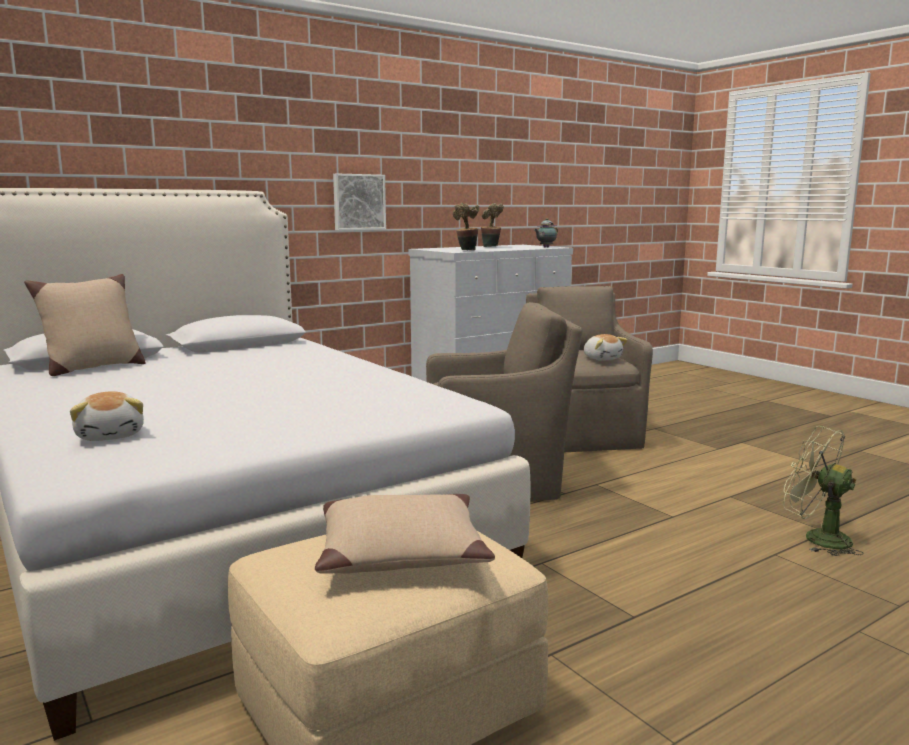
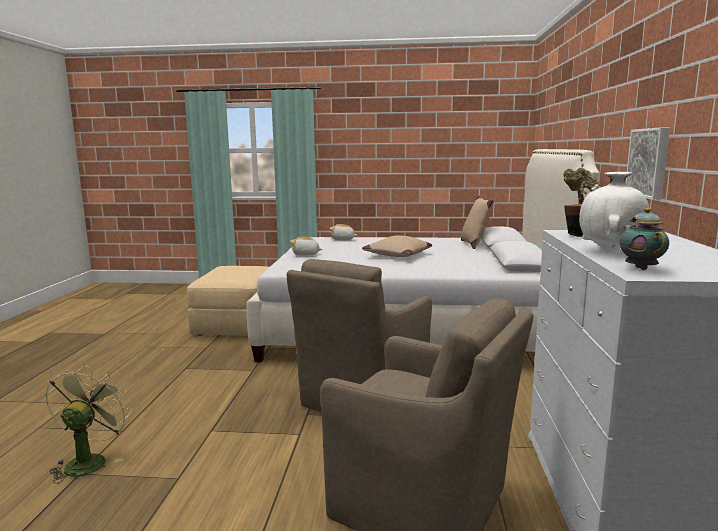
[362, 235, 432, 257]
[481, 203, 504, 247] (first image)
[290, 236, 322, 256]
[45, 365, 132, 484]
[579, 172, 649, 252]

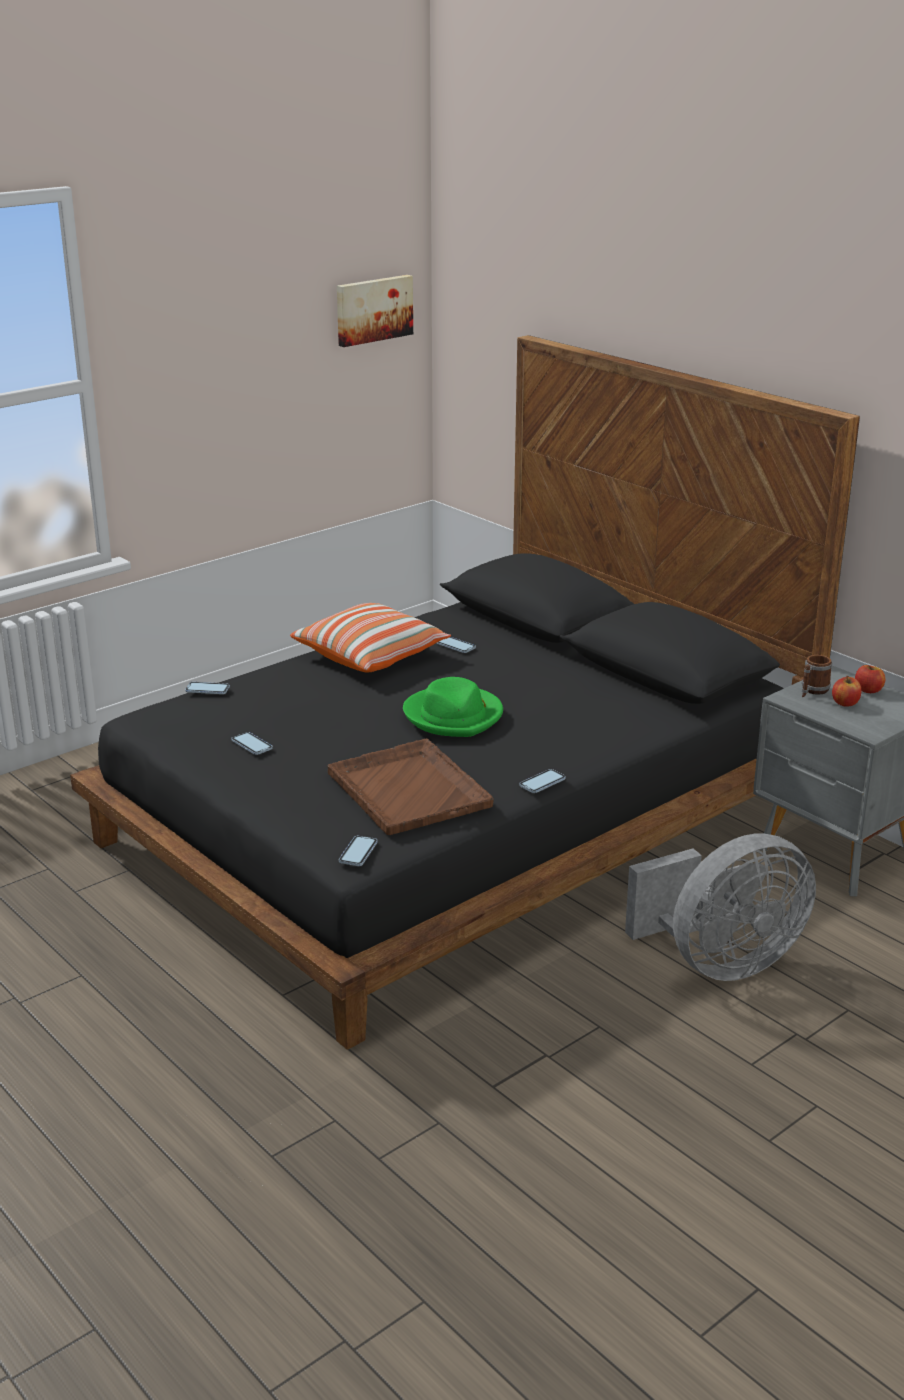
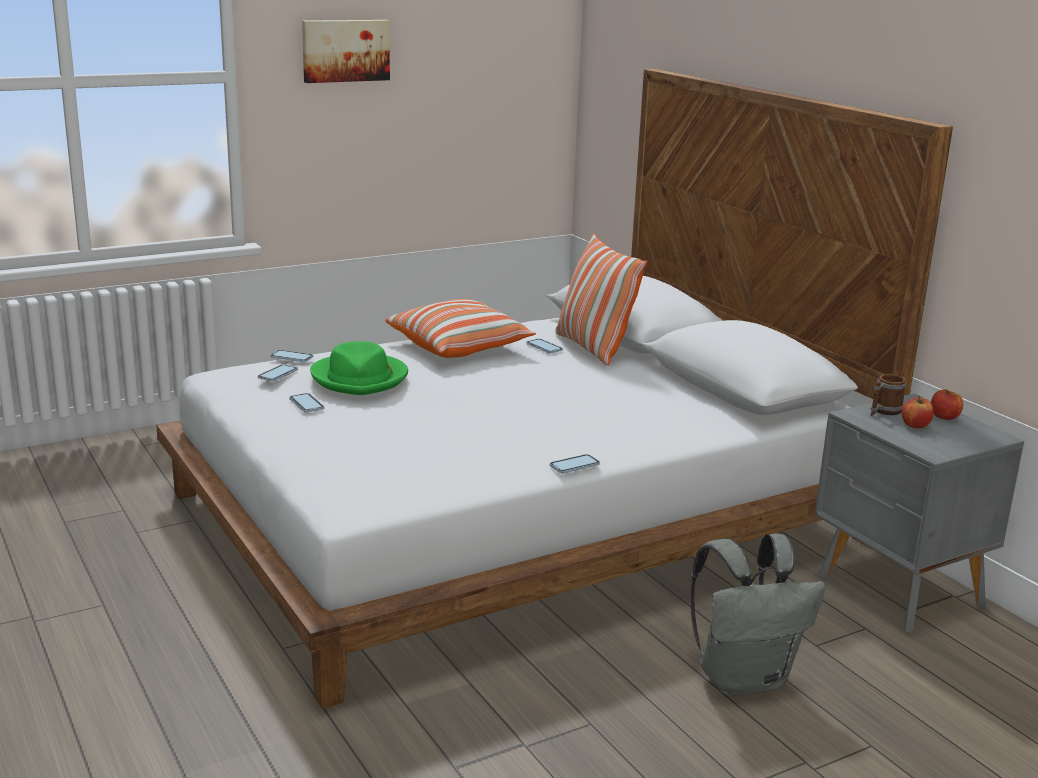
[156, 69, 953, 709]
[327, 739, 494, 835] (first image)
[302, 20, 390, 83]
[258, 364, 298, 381]
[310, 341, 408, 395]
[691, 533, 825, 696]
[556, 233, 647, 366]

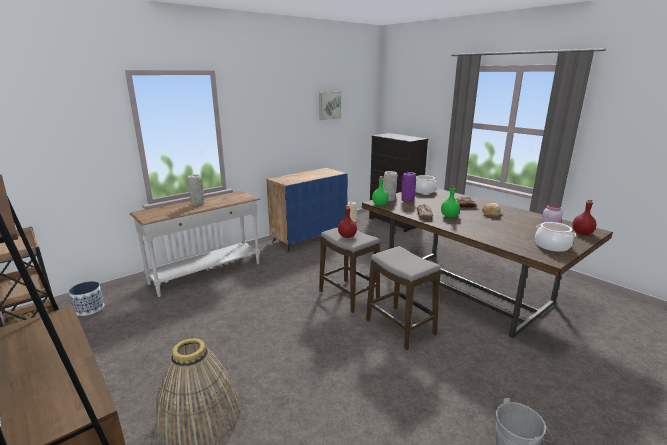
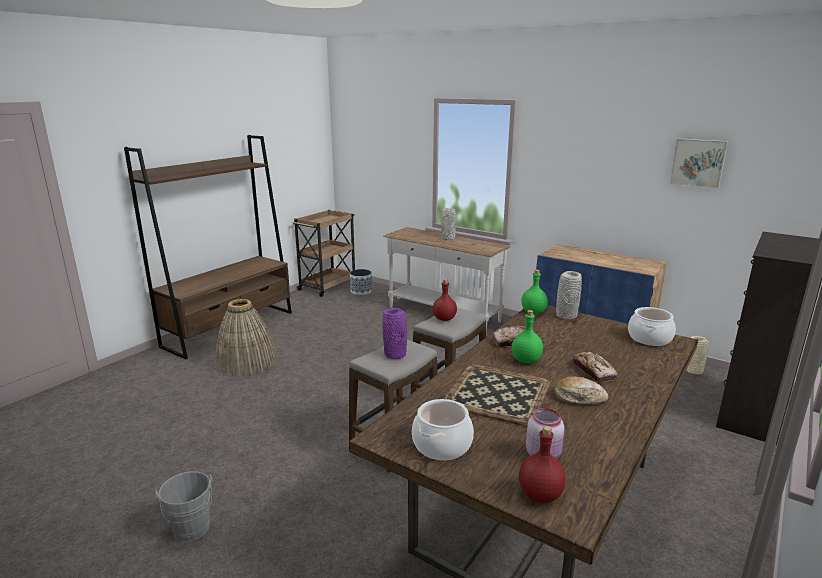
[383, 308, 407, 359]
[444, 364, 550, 426]

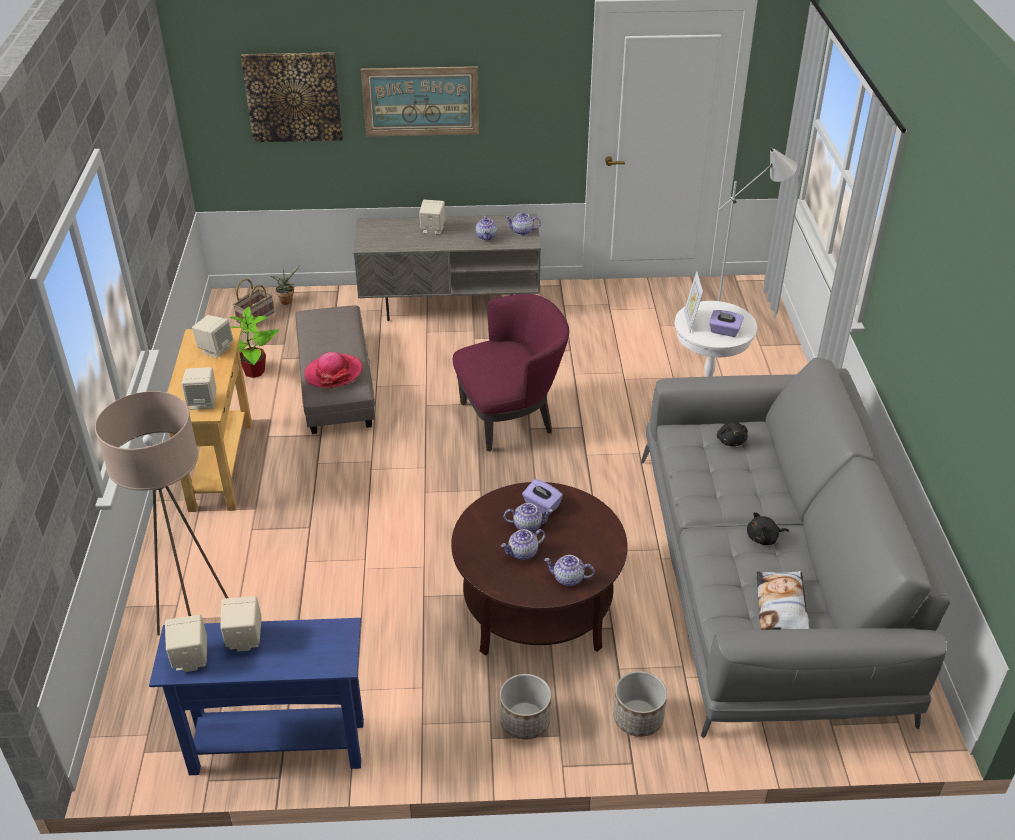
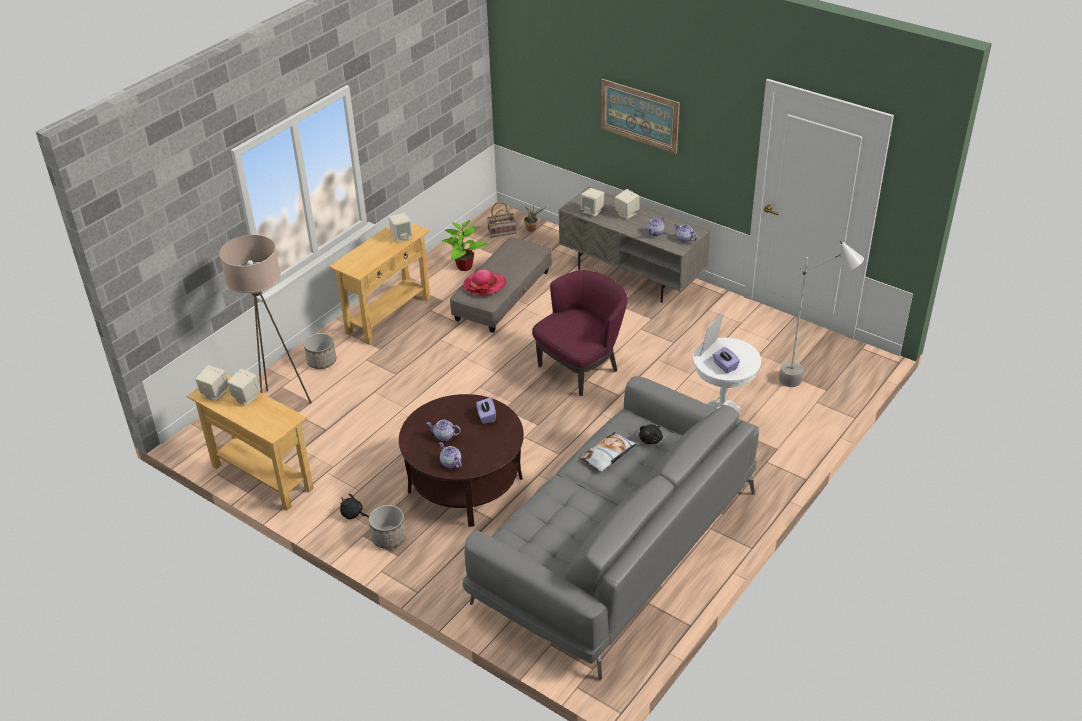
[187, 374, 314, 511]
[580, 188, 604, 217]
[241, 53, 343, 142] (first image)
[532, 270, 628, 396]
[504, 503, 553, 532] (first image)
[304, 333, 336, 369]
[340, 494, 369, 520]
[579, 432, 637, 472]

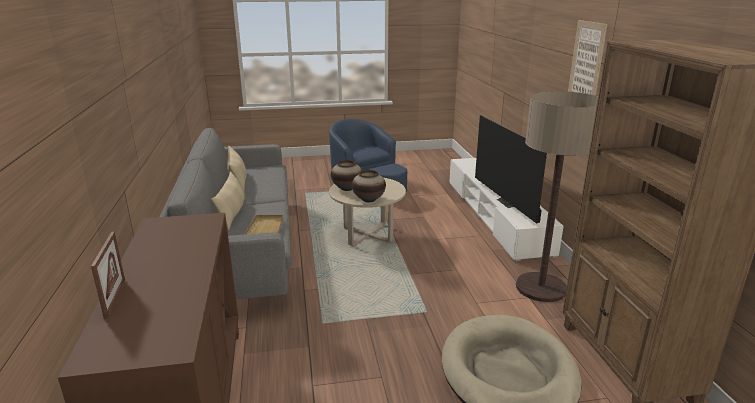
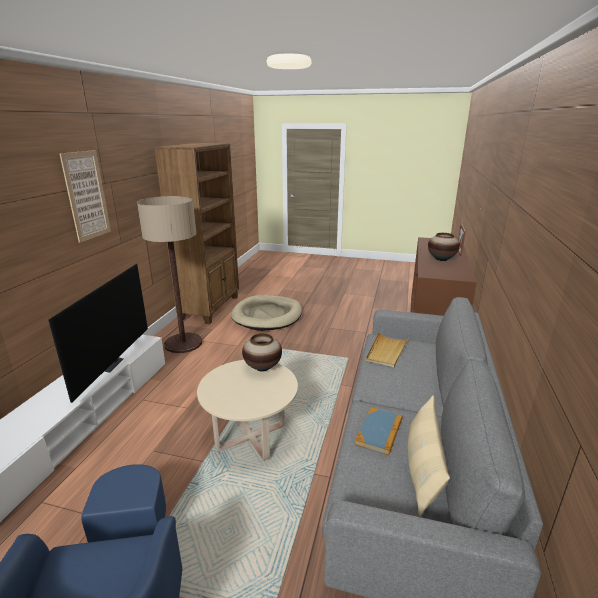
[211, 171, 245, 230] (first image)
[428, 233, 460, 261]
[355, 407, 402, 456]

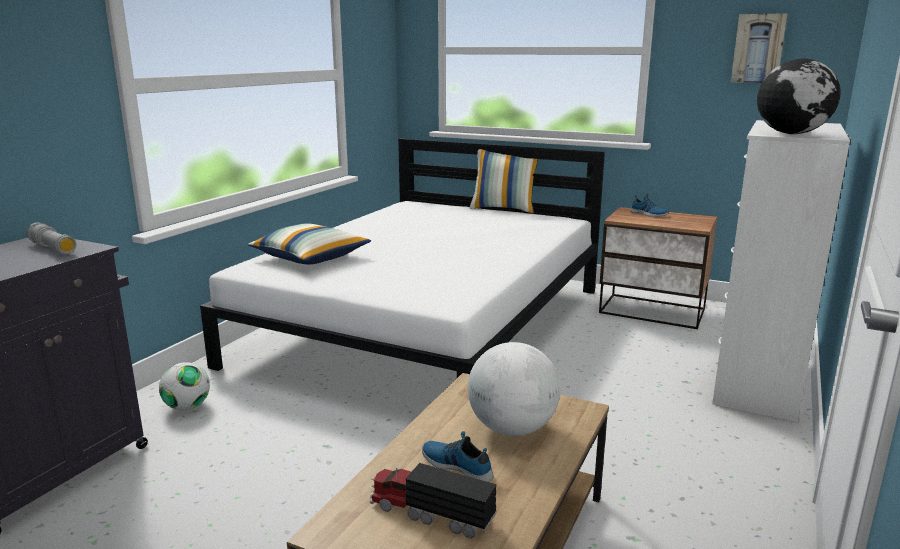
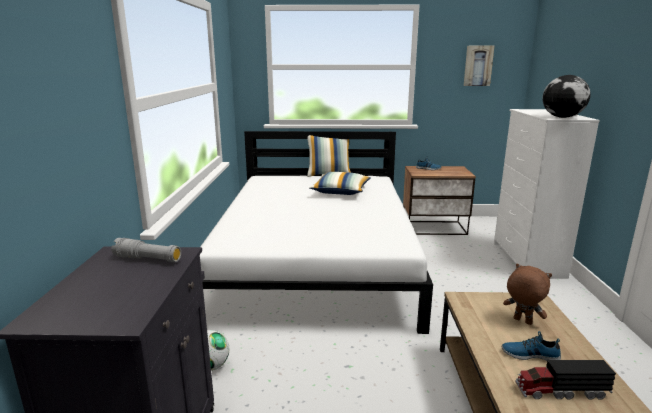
[309, 172, 370, 195]
[503, 264, 552, 325]

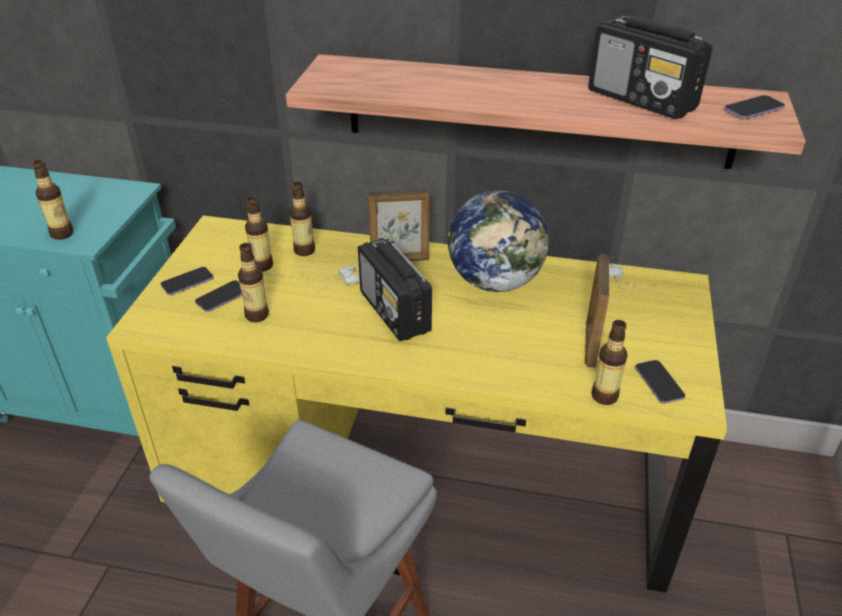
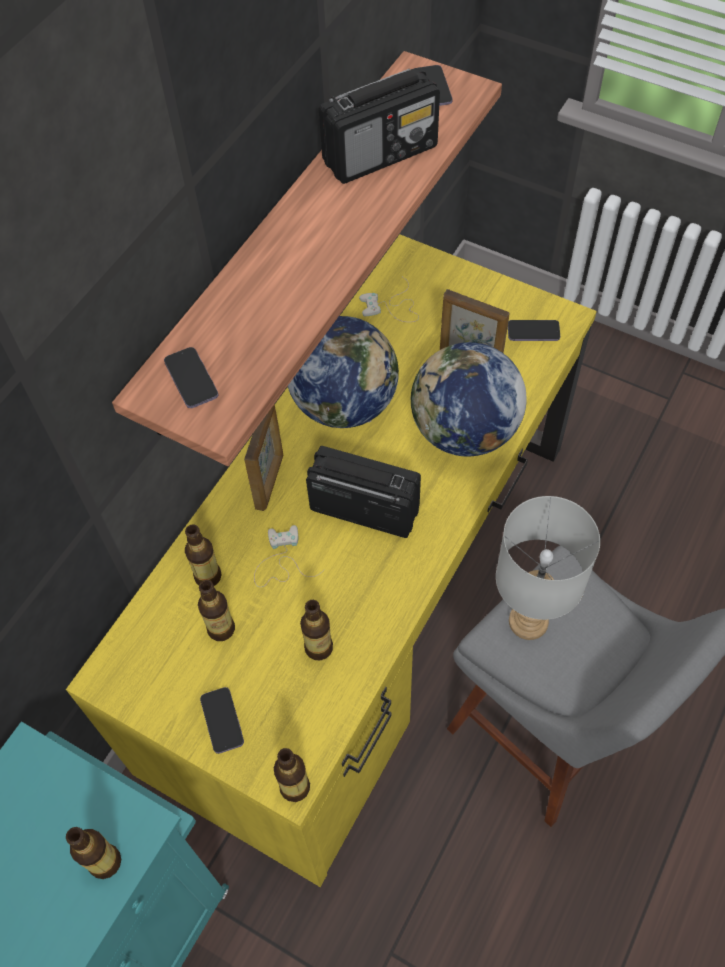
[164, 347, 218, 408]
[306, 446, 421, 538]
[274, 748, 310, 802]
[411, 342, 527, 457]
[496, 496, 600, 640]

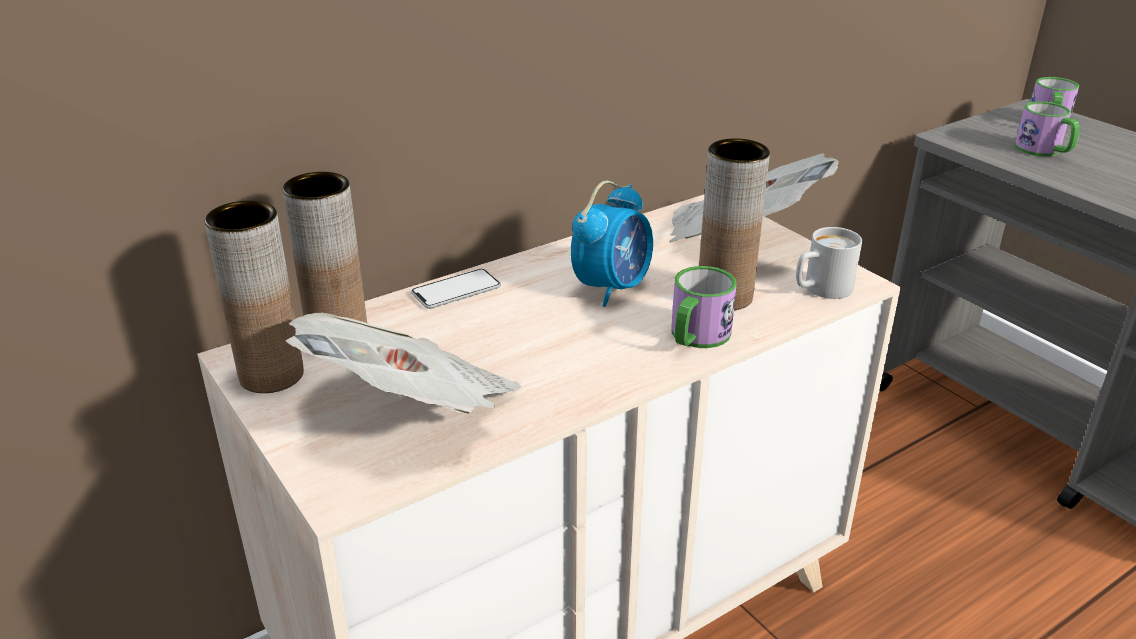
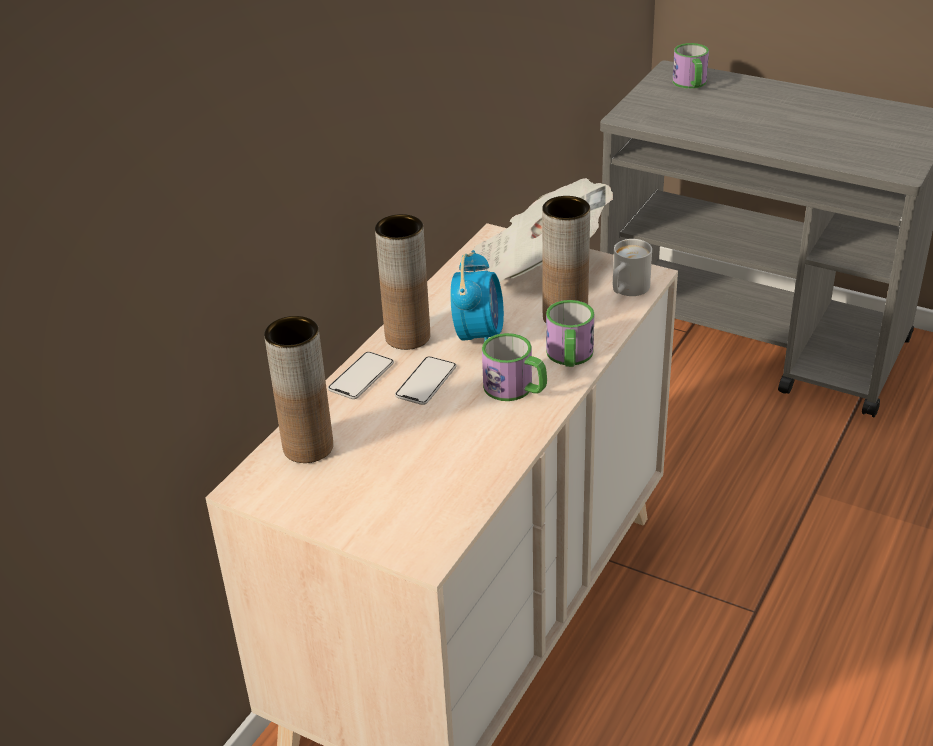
[375, 214, 430, 350]
[286, 312, 521, 413] (first image)
[482, 333, 547, 401]
[395, 356, 456, 405]

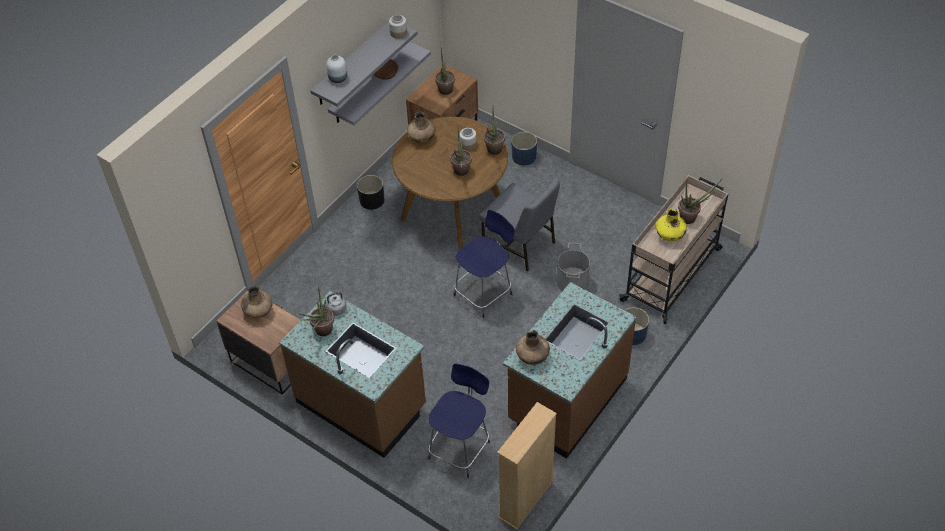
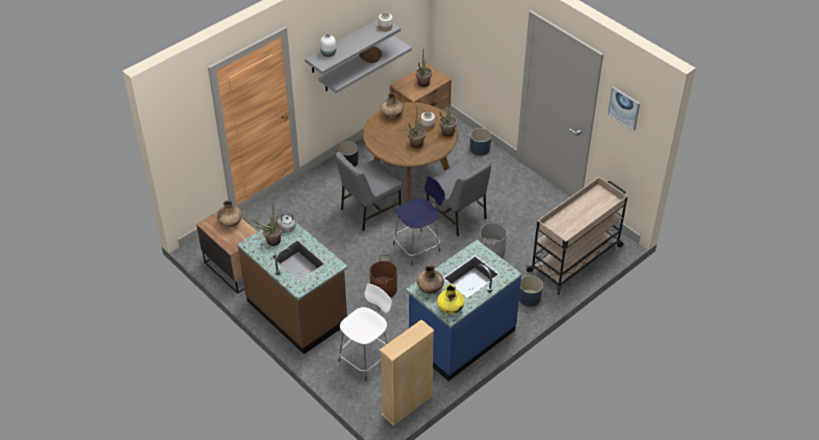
[339, 284, 392, 381]
[406, 240, 522, 381]
[437, 284, 465, 314]
[678, 179, 722, 224] (first image)
[336, 152, 402, 231]
[370, 255, 397, 298]
[608, 87, 640, 130]

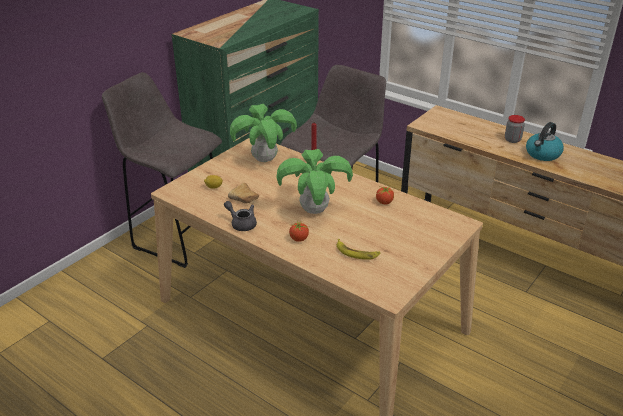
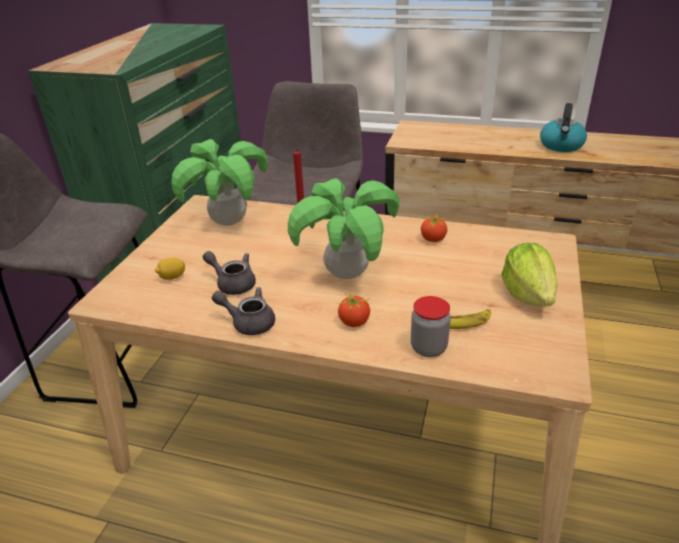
[203, 251, 256, 295]
[411, 296, 451, 357]
[501, 243, 558, 307]

